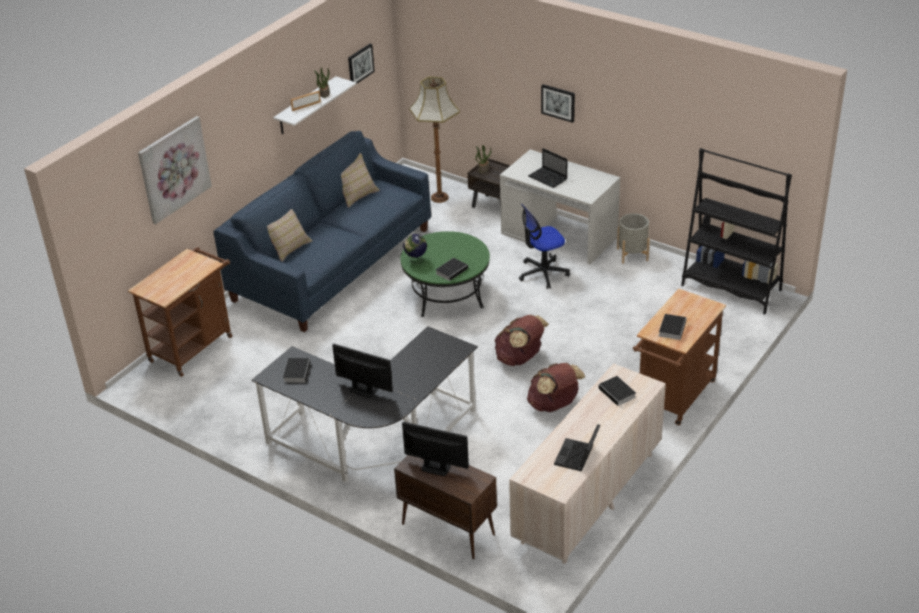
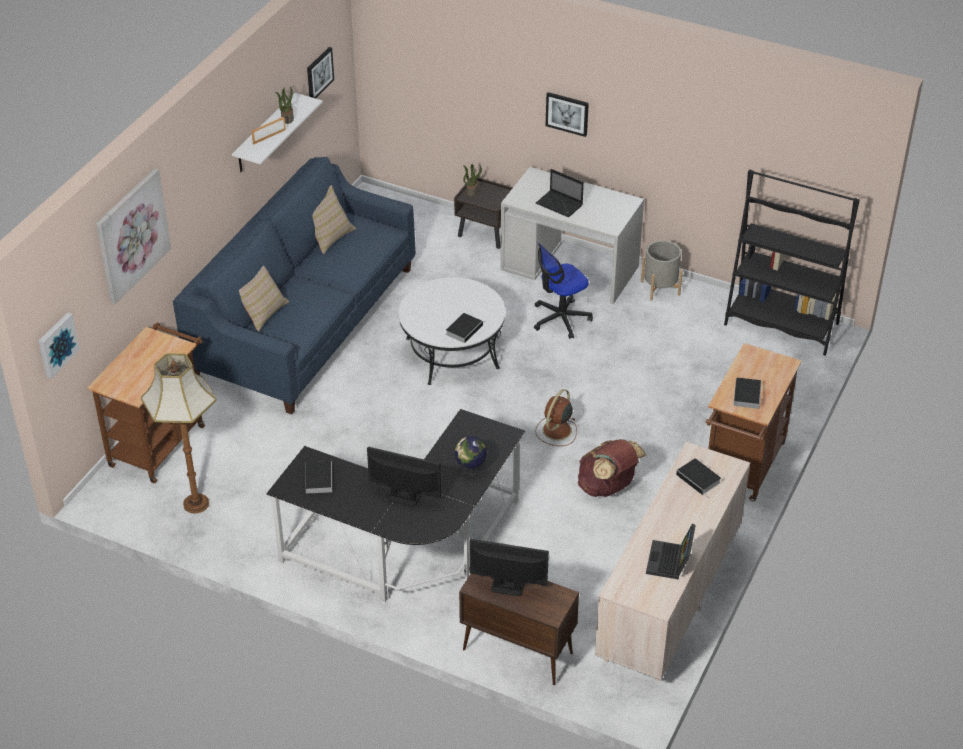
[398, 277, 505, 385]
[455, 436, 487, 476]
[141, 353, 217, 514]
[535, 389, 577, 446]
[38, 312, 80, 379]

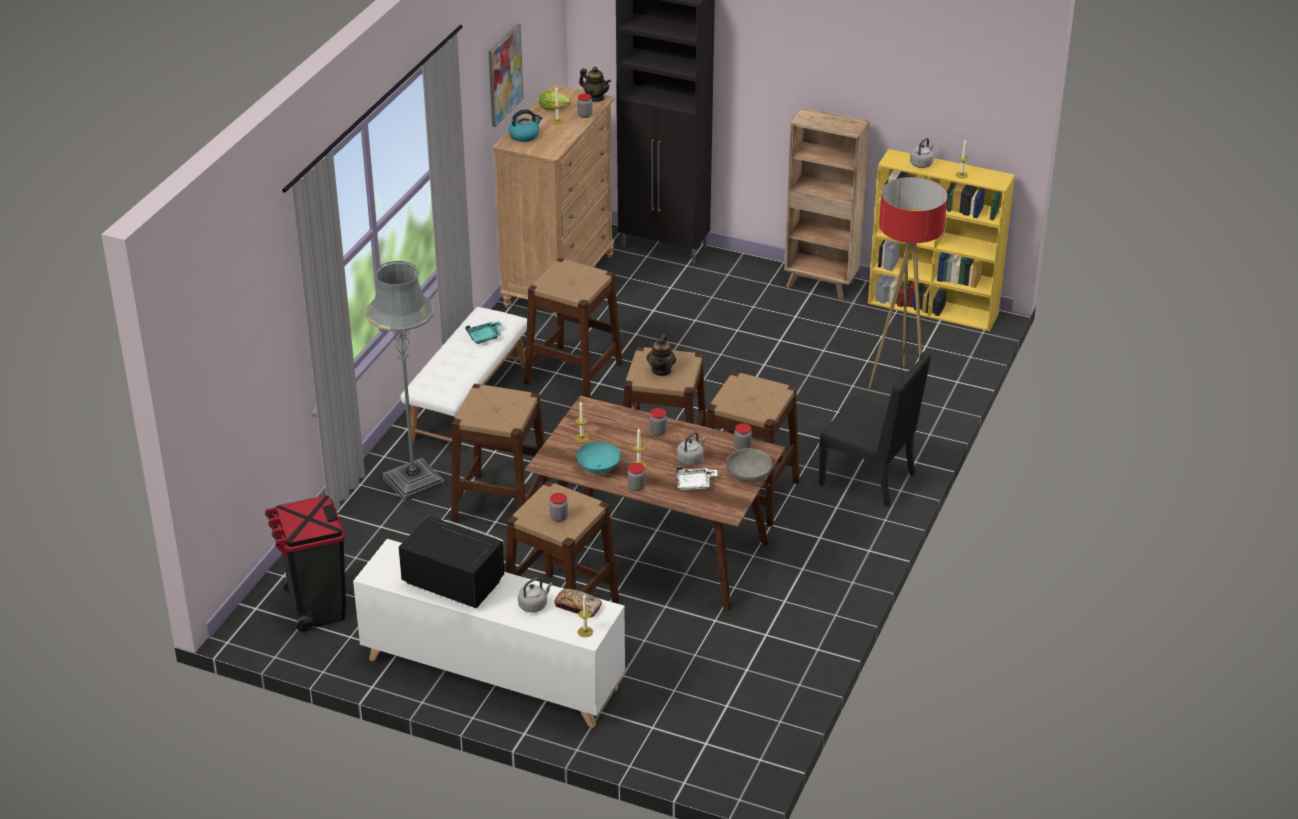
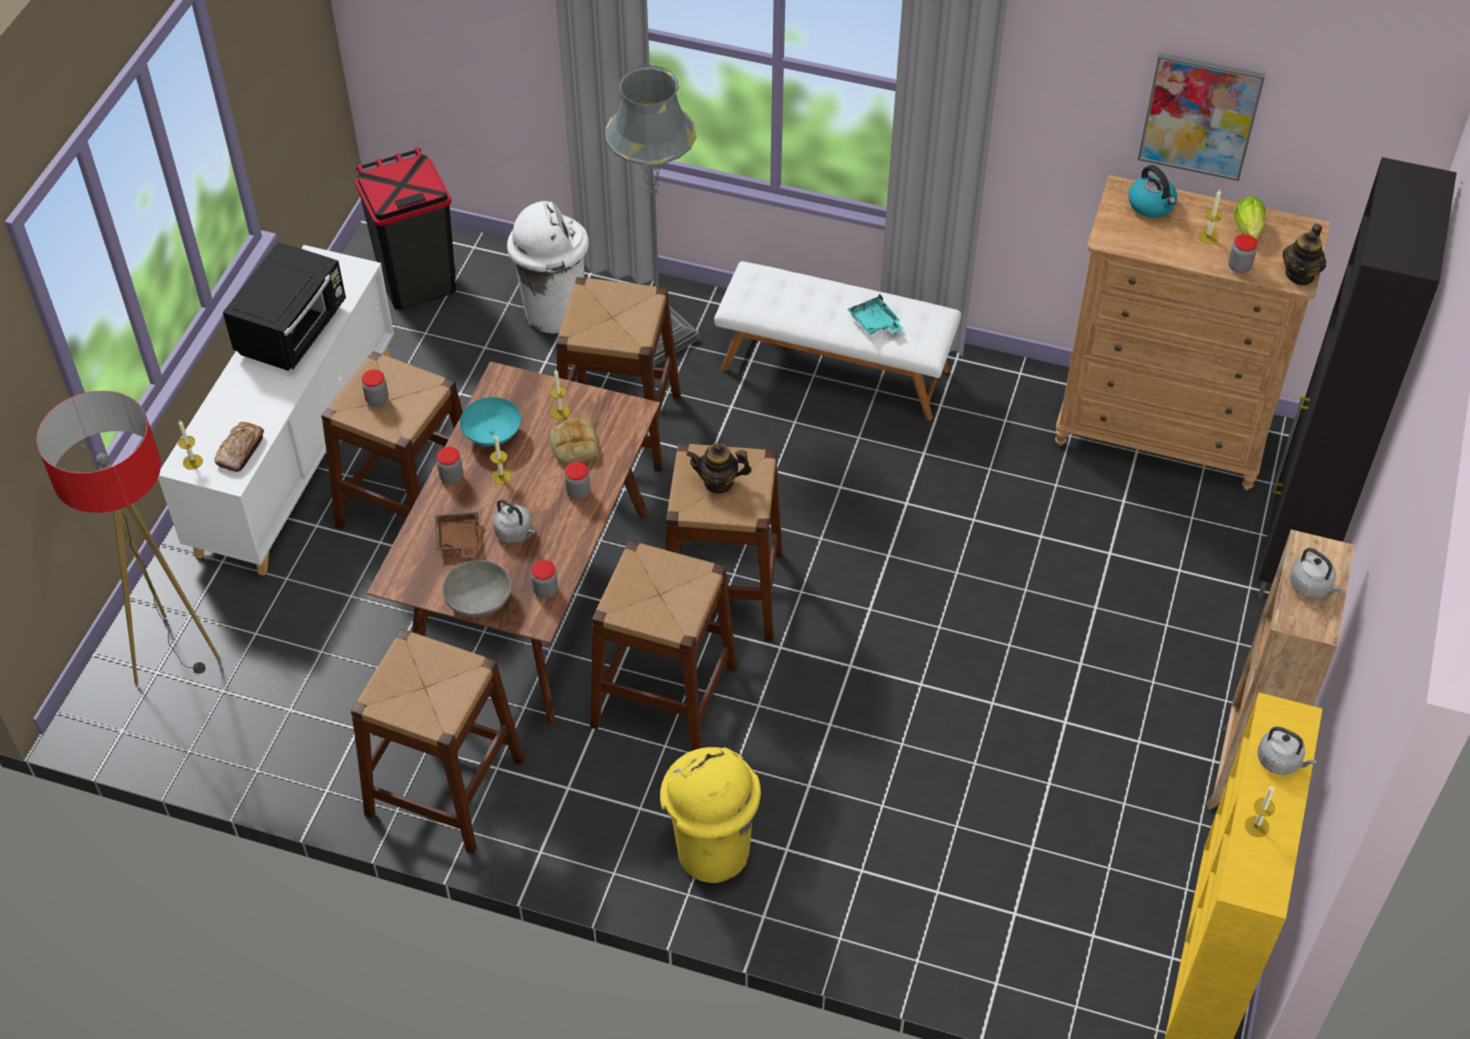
[1289, 548, 1343, 598]
[351, 629, 525, 854]
[435, 510, 480, 558]
[660, 747, 761, 883]
[36, 391, 221, 685]
[507, 201, 589, 334]
[549, 418, 599, 463]

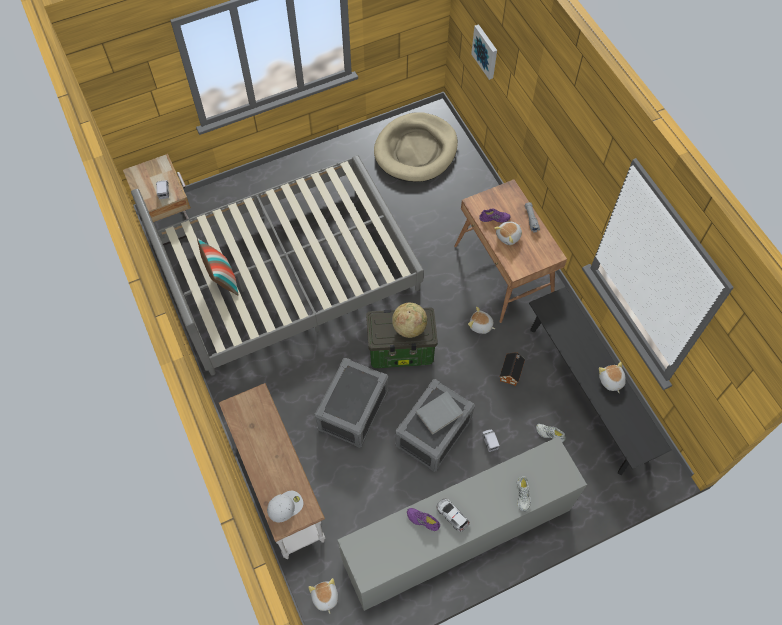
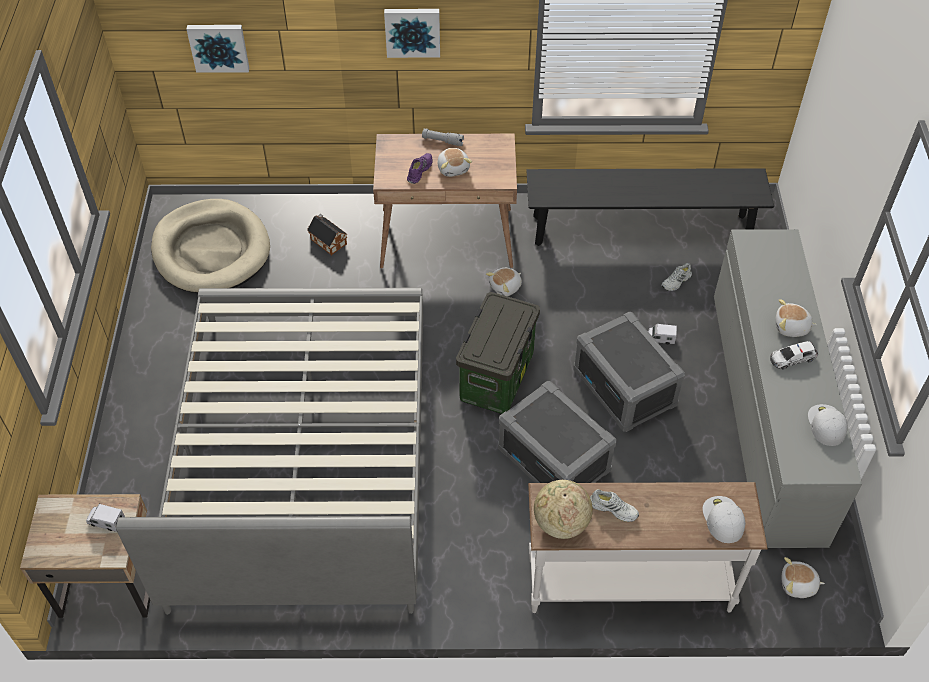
[197, 238, 239, 295] (first image)
[534, 480, 593, 539]
[407, 508, 440, 531] (first image)
[416, 391, 463, 435] (first image)
[307, 214, 348, 255]
[590, 489, 639, 522]
[775, 299, 817, 337]
[384, 9, 440, 58]
[808, 404, 848, 446]

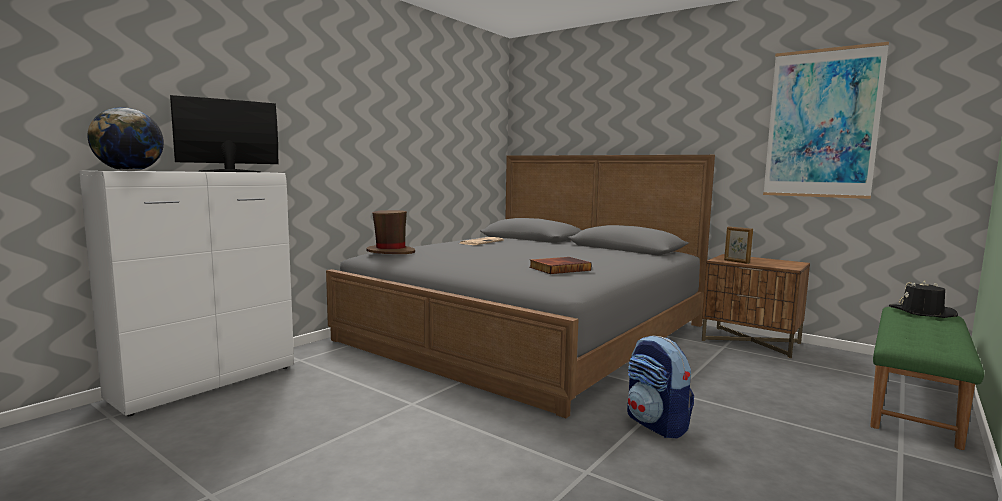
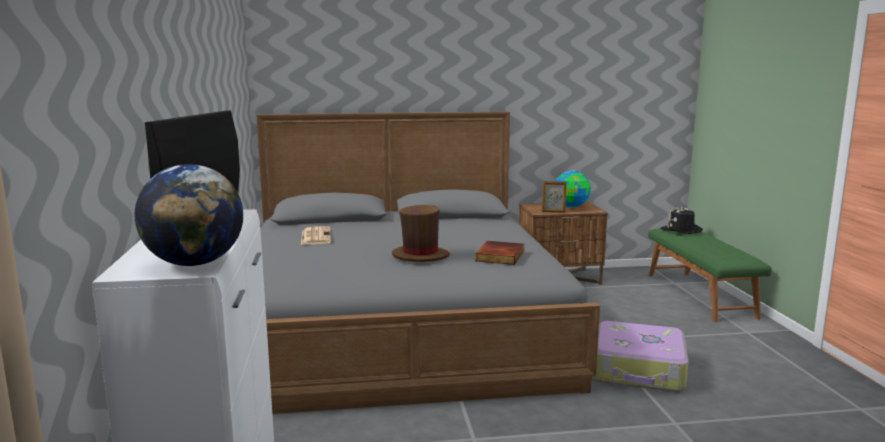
[392, 205, 450, 262]
[593, 321, 688, 392]
[763, 42, 889, 199] (first image)
[556, 170, 591, 208]

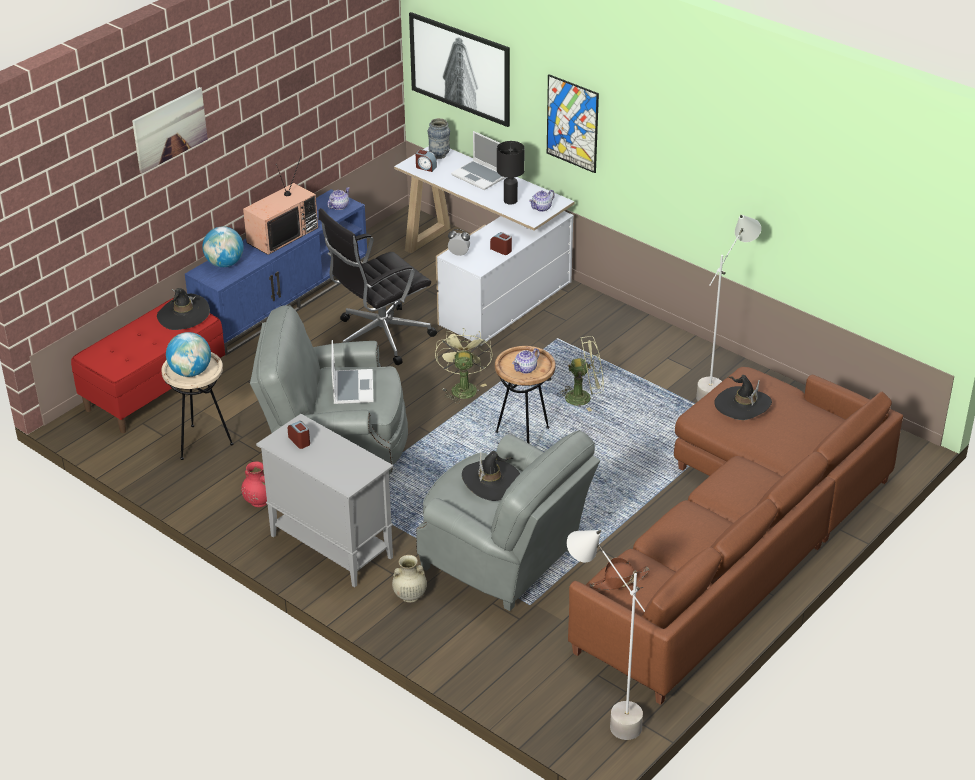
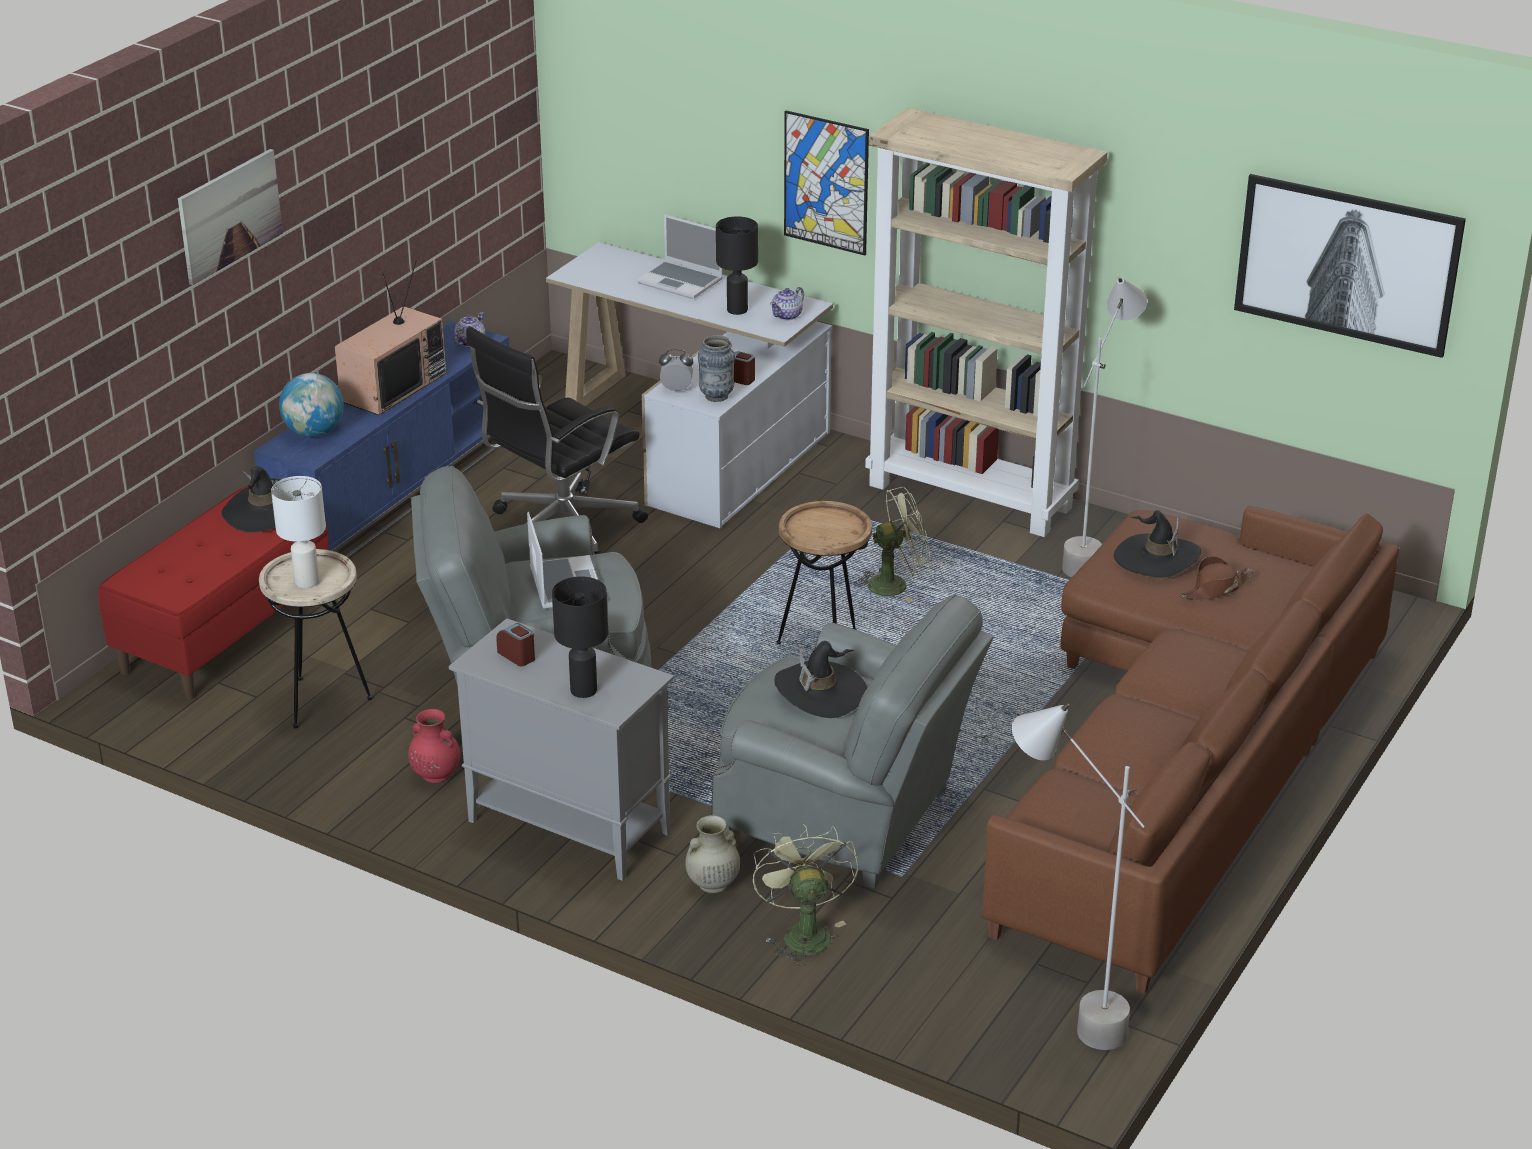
[271, 476, 326, 588]
[1234, 174, 1466, 358]
[416, 149, 437, 172] (first image)
[698, 335, 735, 402]
[753, 823, 859, 966]
[512, 348, 540, 374] (first image)
[1179, 556, 1254, 600]
[552, 576, 608, 698]
[865, 108, 1107, 537]

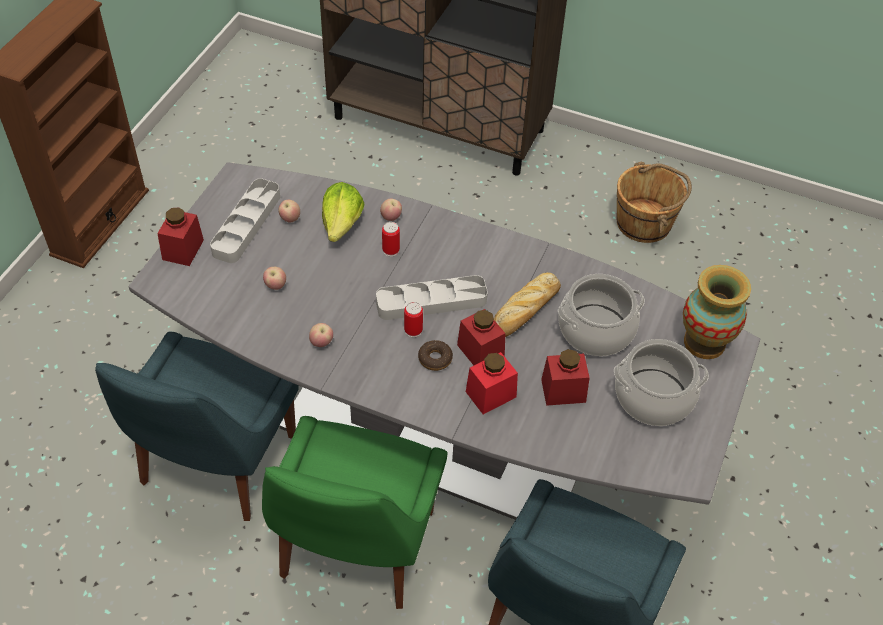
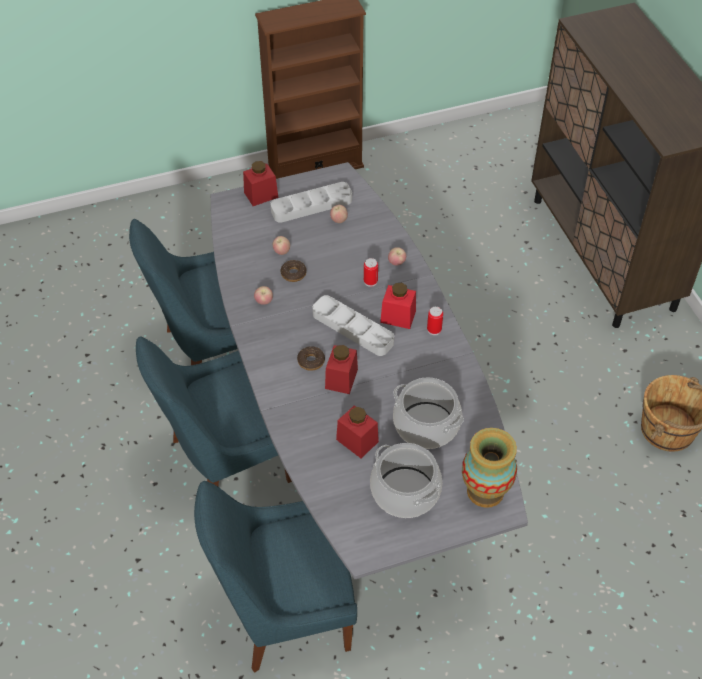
[136, 336, 292, 486]
[322, 182, 364, 242] (first image)
[427, 306, 443, 335]
[380, 283, 416, 329]
[494, 272, 561, 337] (first image)
[281, 260, 307, 282]

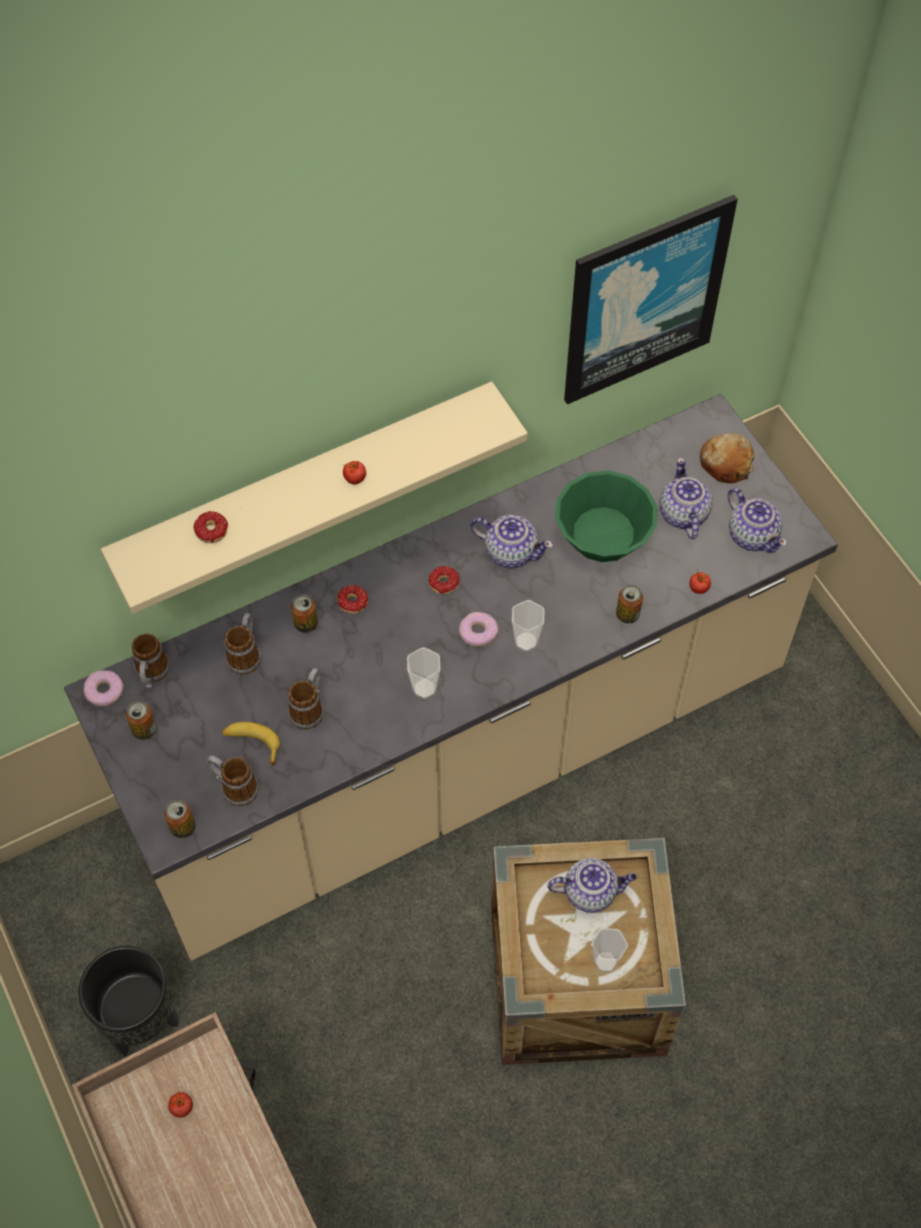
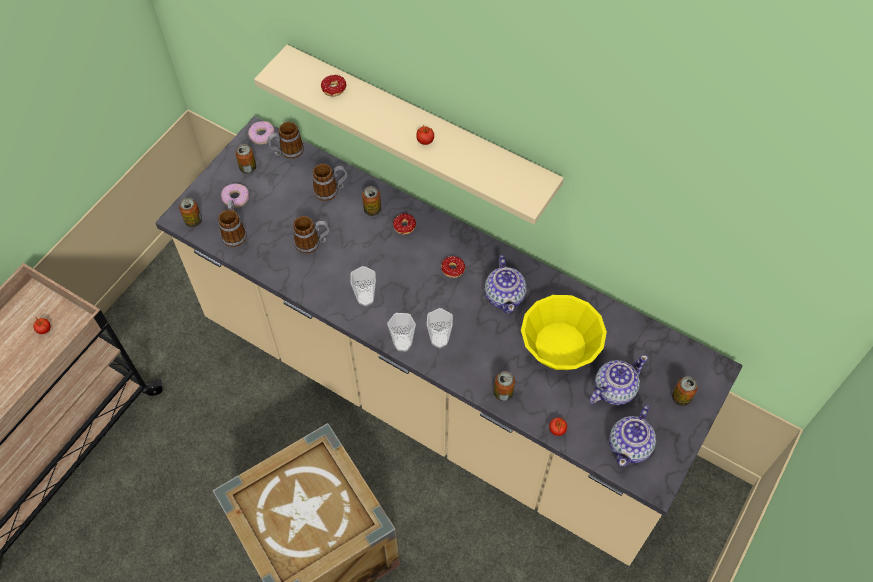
[78, 946, 179, 1057] (first image)
[222, 722, 280, 765] (first image)
[221, 183, 249, 208]
[547, 858, 637, 913] (first image)
[521, 295, 607, 370]
[564, 195, 738, 404] (first image)
[387, 313, 416, 351]
[672, 376, 698, 406]

